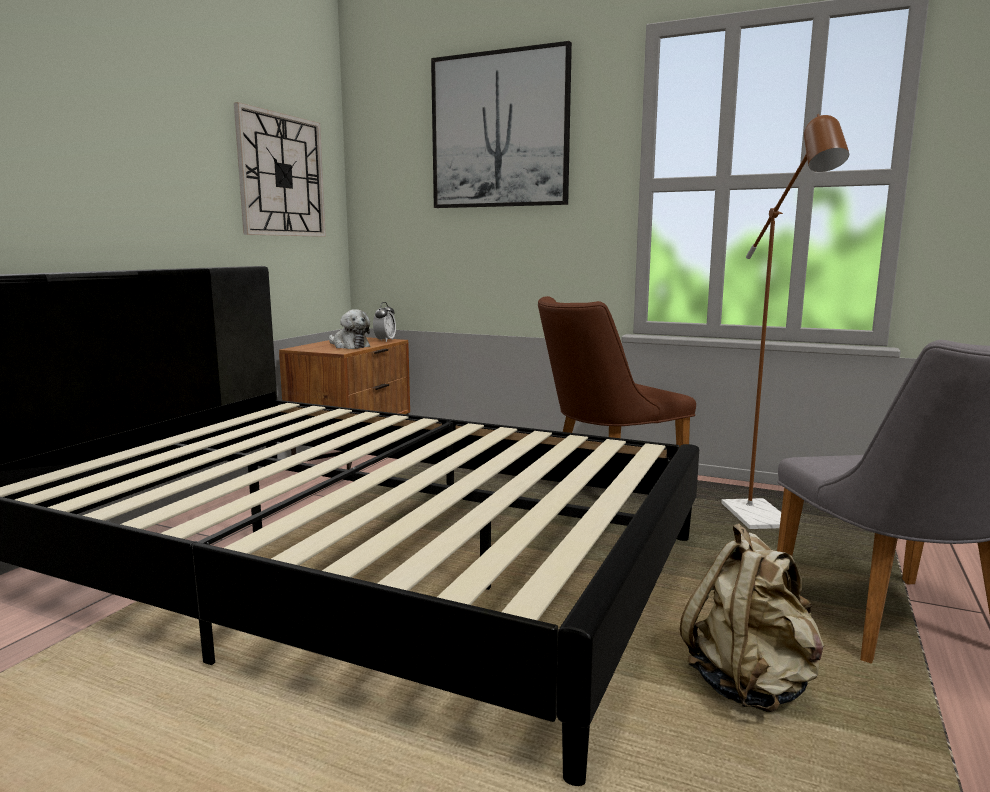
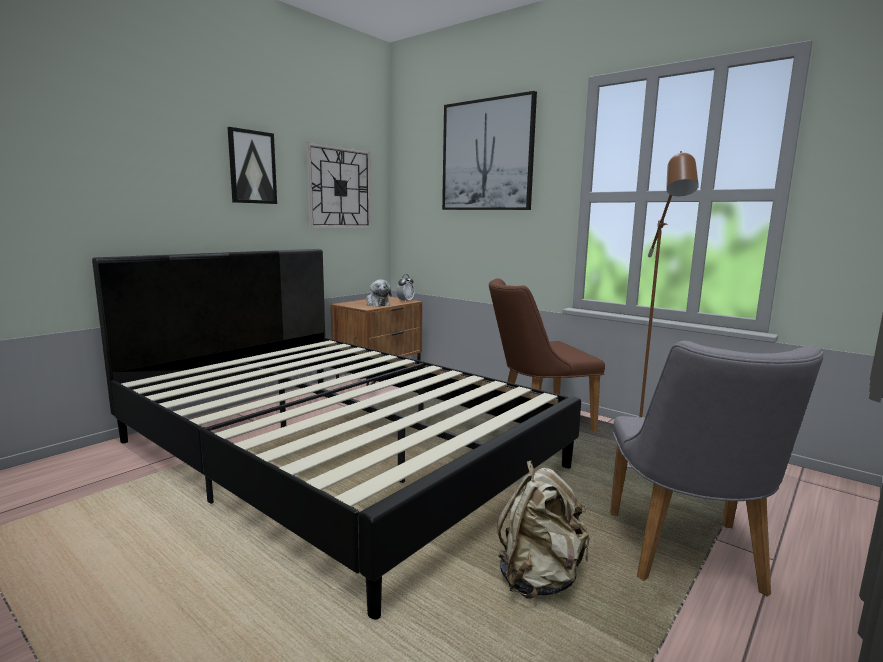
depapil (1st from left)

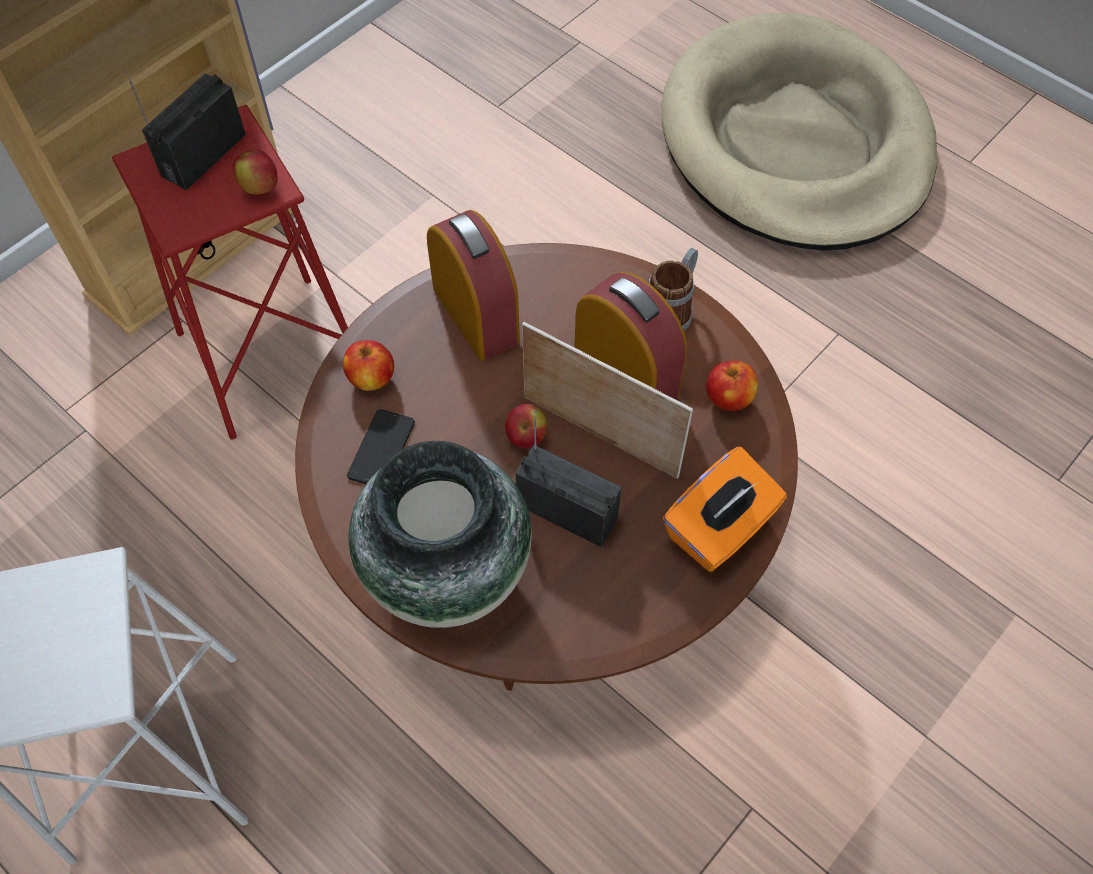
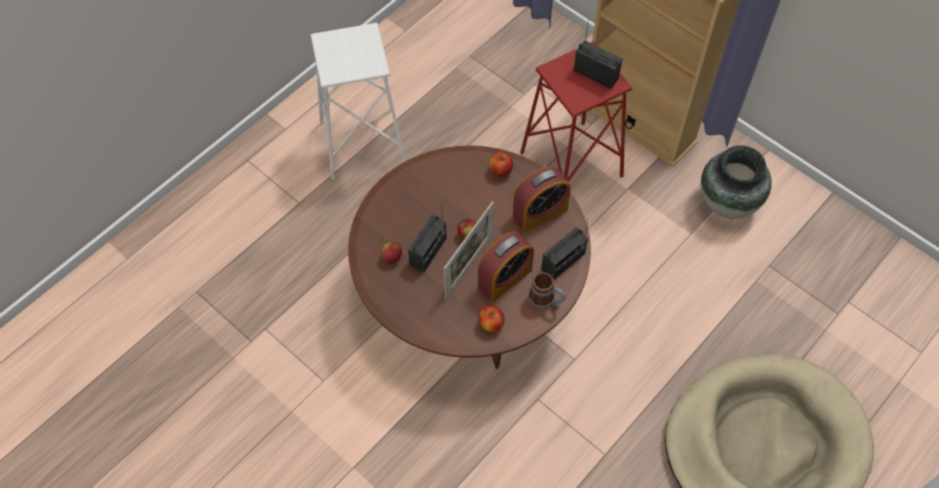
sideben (1st from left)
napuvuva
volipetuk
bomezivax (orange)
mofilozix (2nd from left)

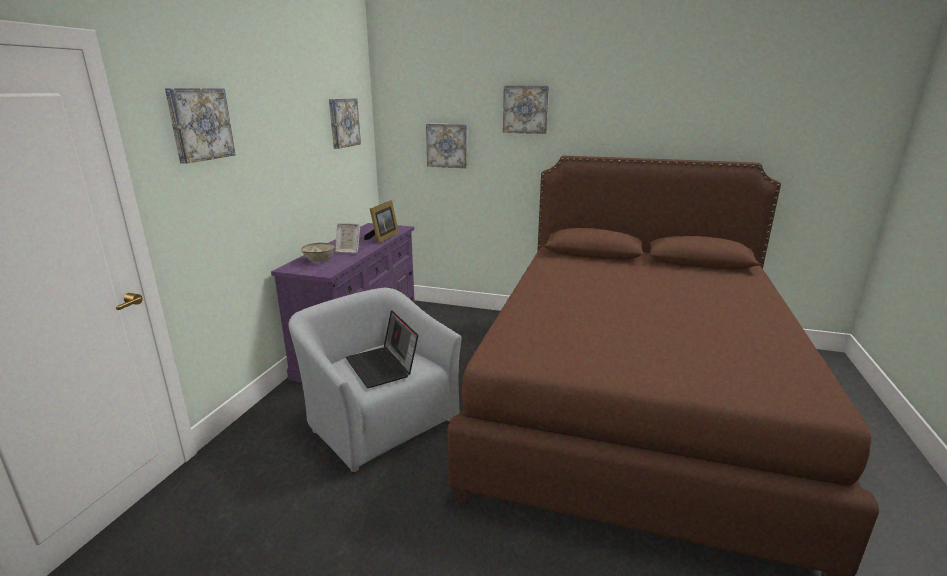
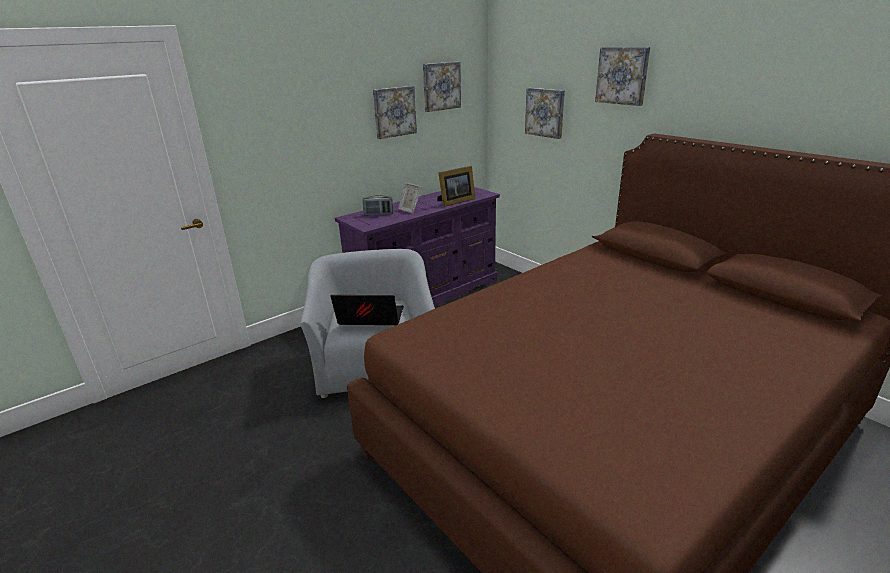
depapil (1st from left)
mofilozix
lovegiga

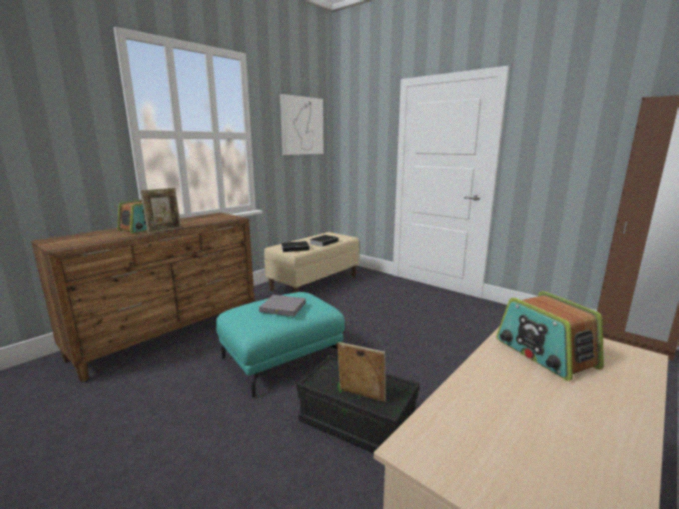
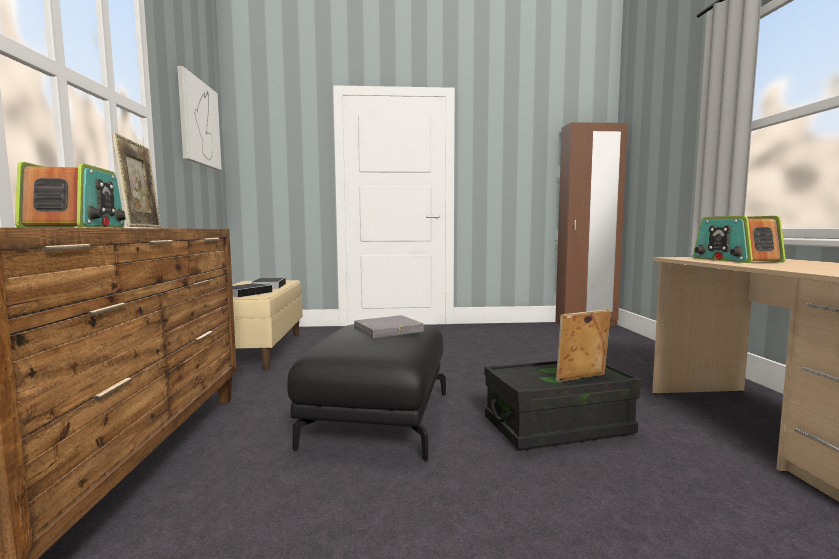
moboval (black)
mofilozix (2nd from left)

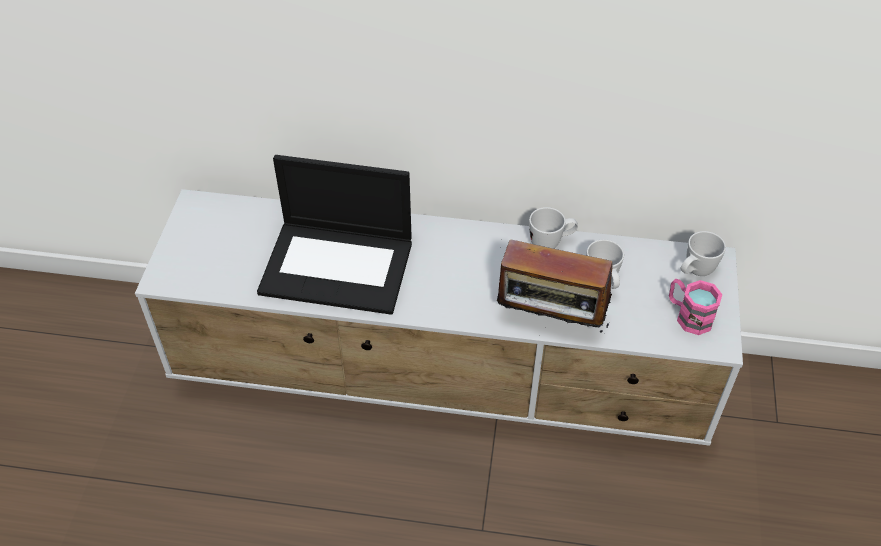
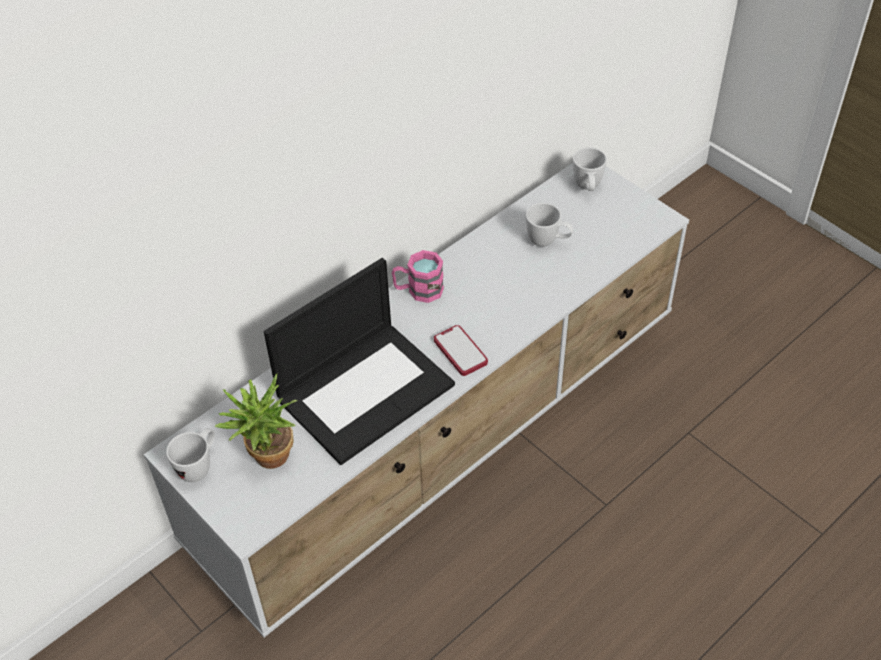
mofilozix
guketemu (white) (1st from left)
guketemu (pink)
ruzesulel
napuvuva

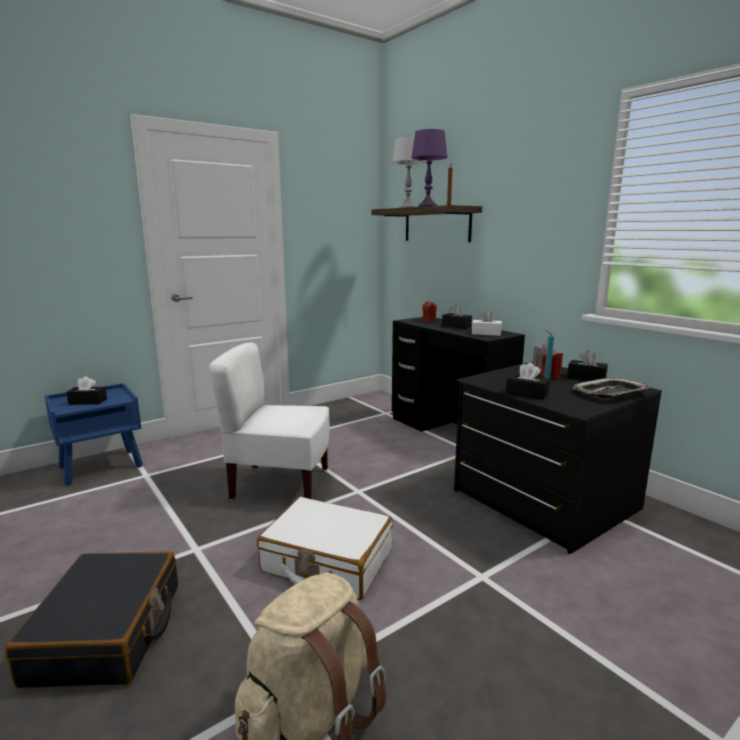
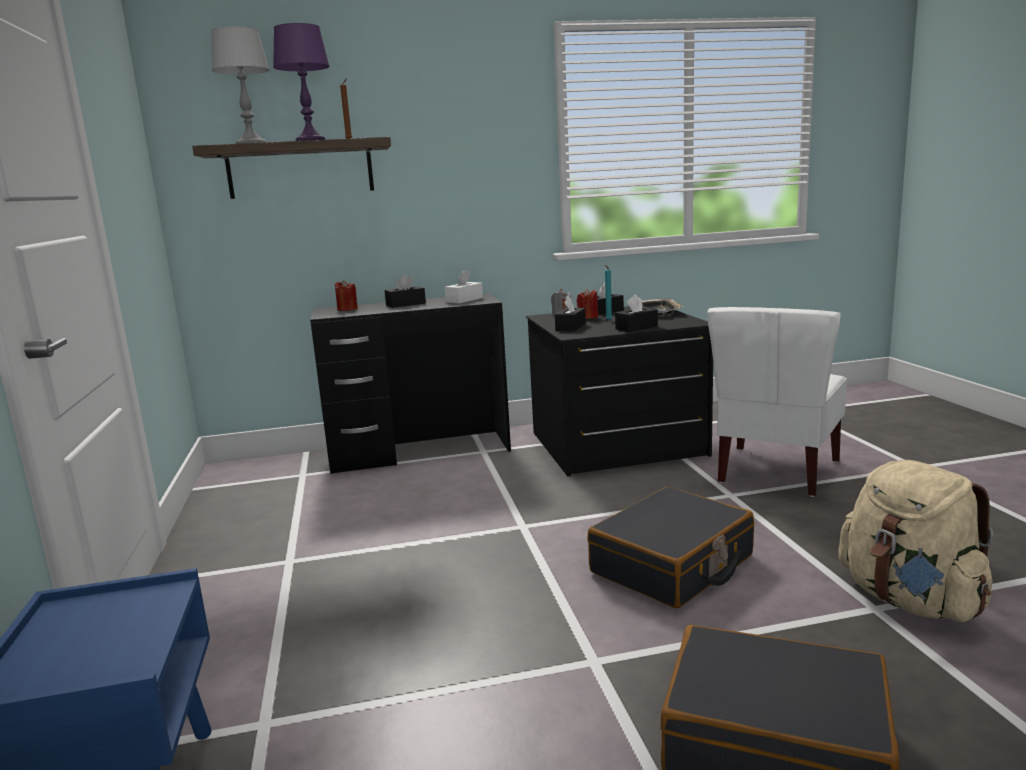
bomezivax (black) (2nd from left)
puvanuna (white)
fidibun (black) (1st from left)

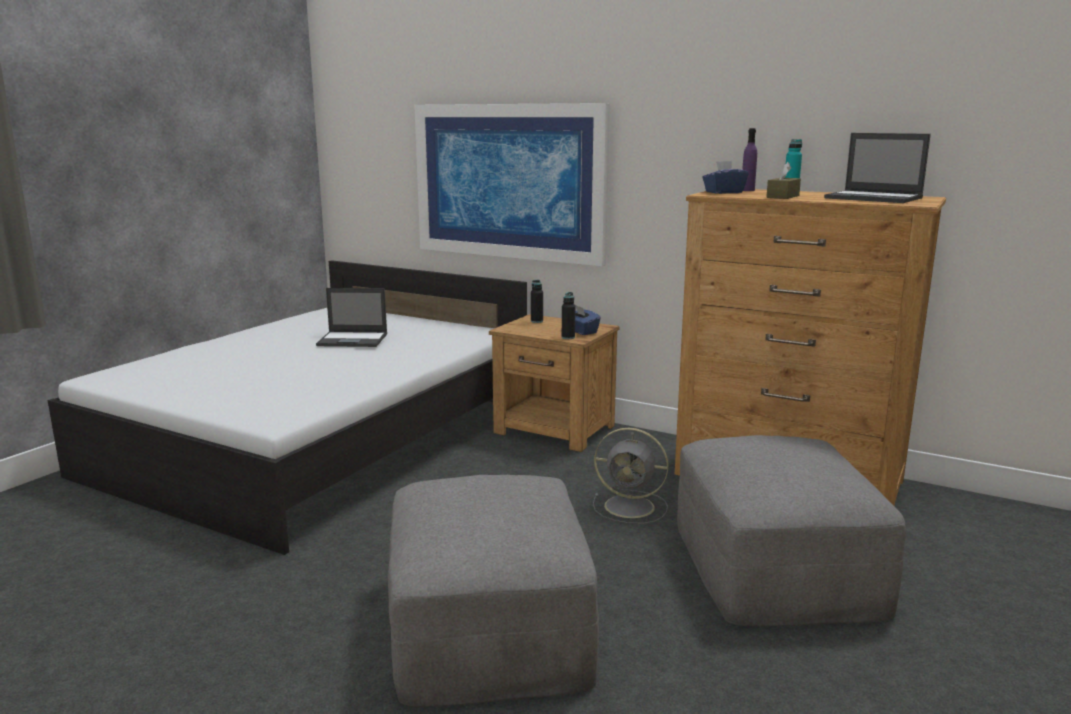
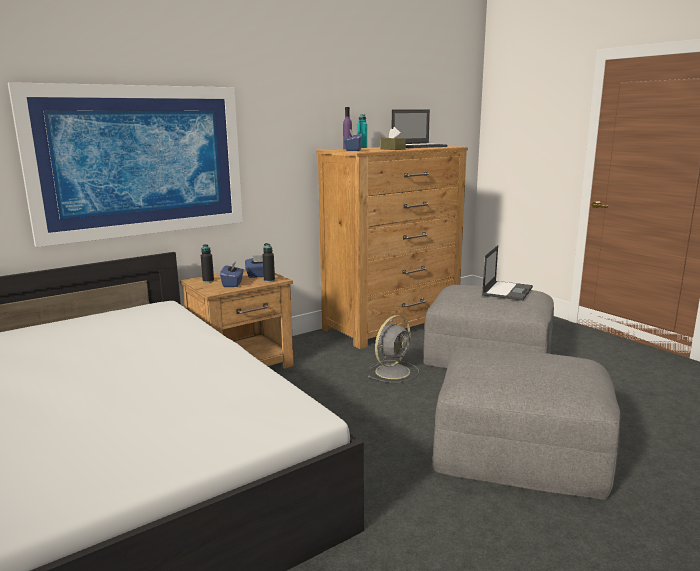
lovegiga (2nd from left)
bomezivax (blue) (1st from left)

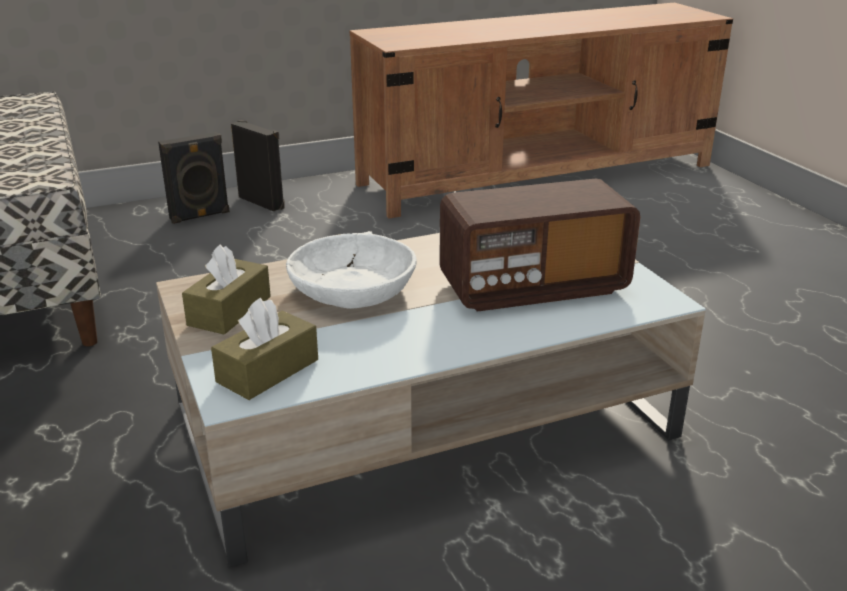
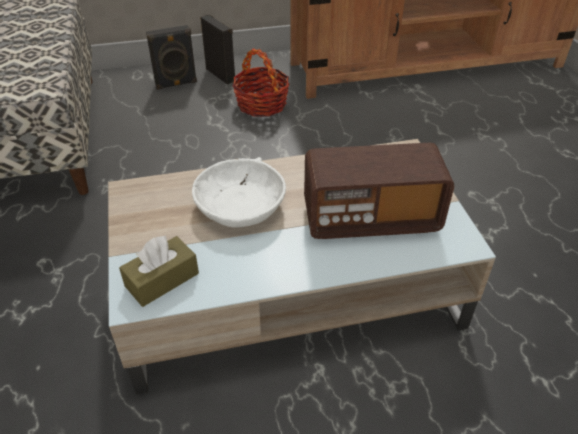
bomezivax (brown) (1st from left in the first image)
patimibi

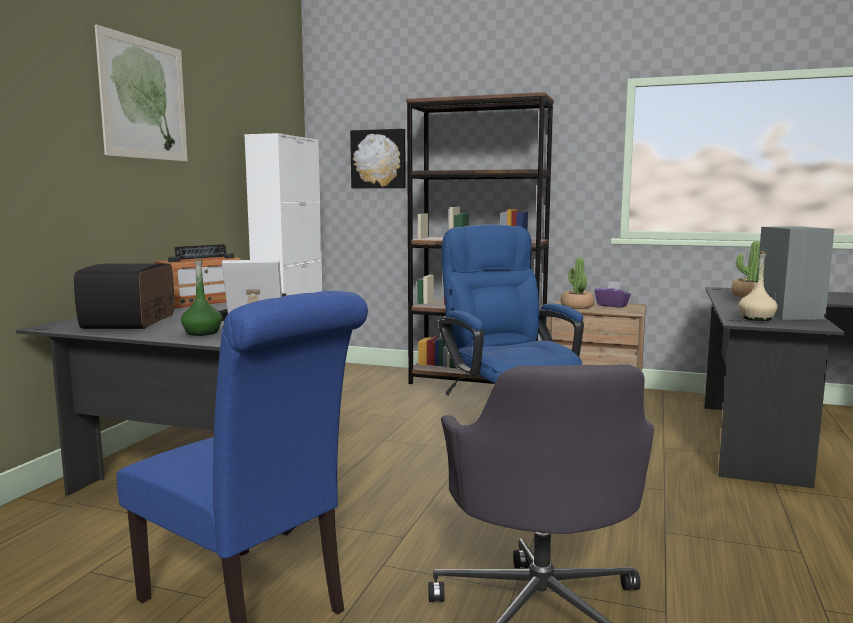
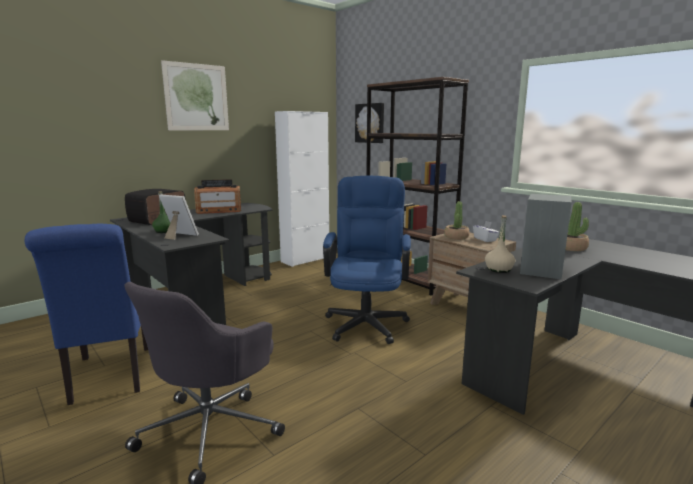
bomezivax (white)

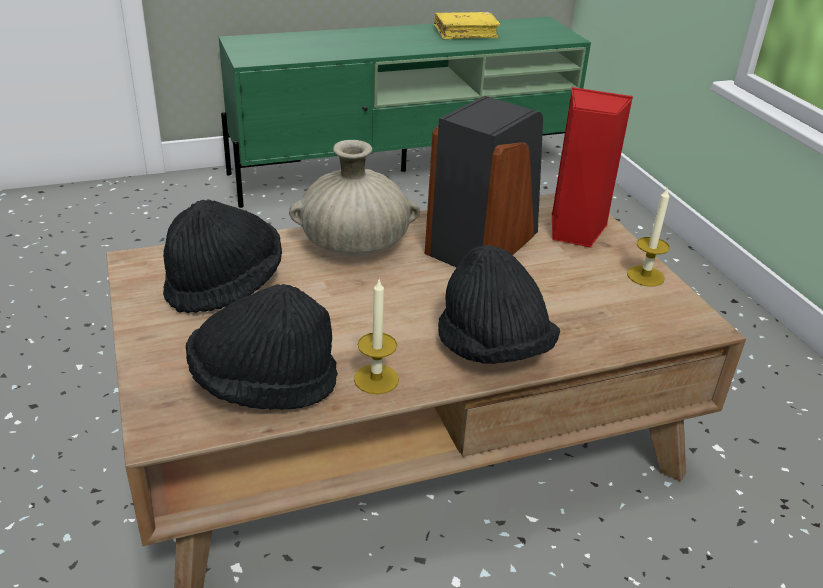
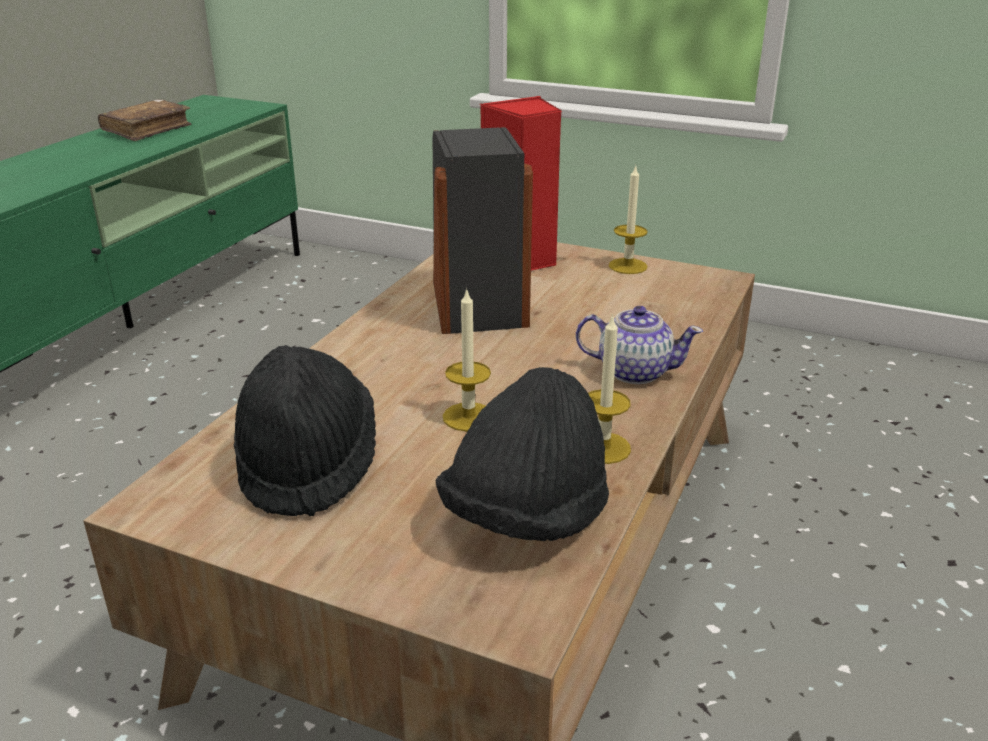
volipetuk (beige)
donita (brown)
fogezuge
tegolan (1st from left)

